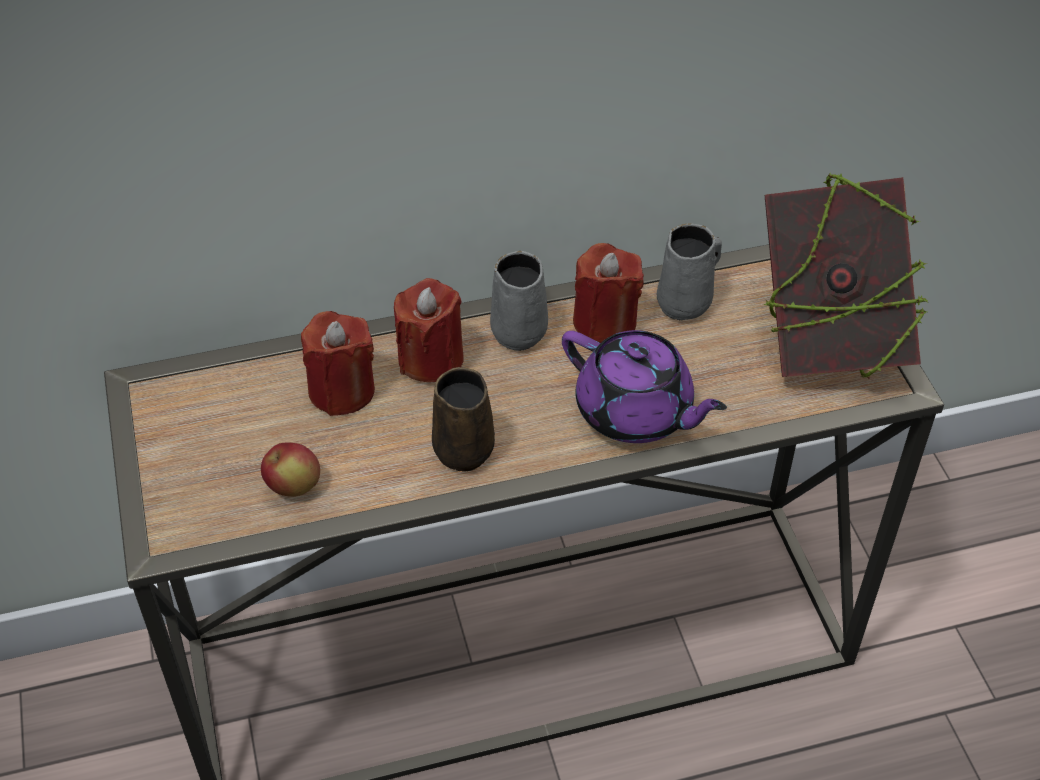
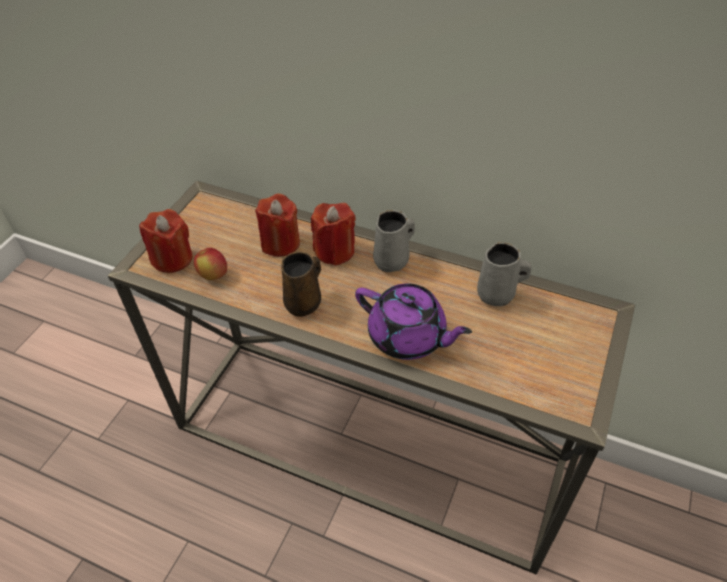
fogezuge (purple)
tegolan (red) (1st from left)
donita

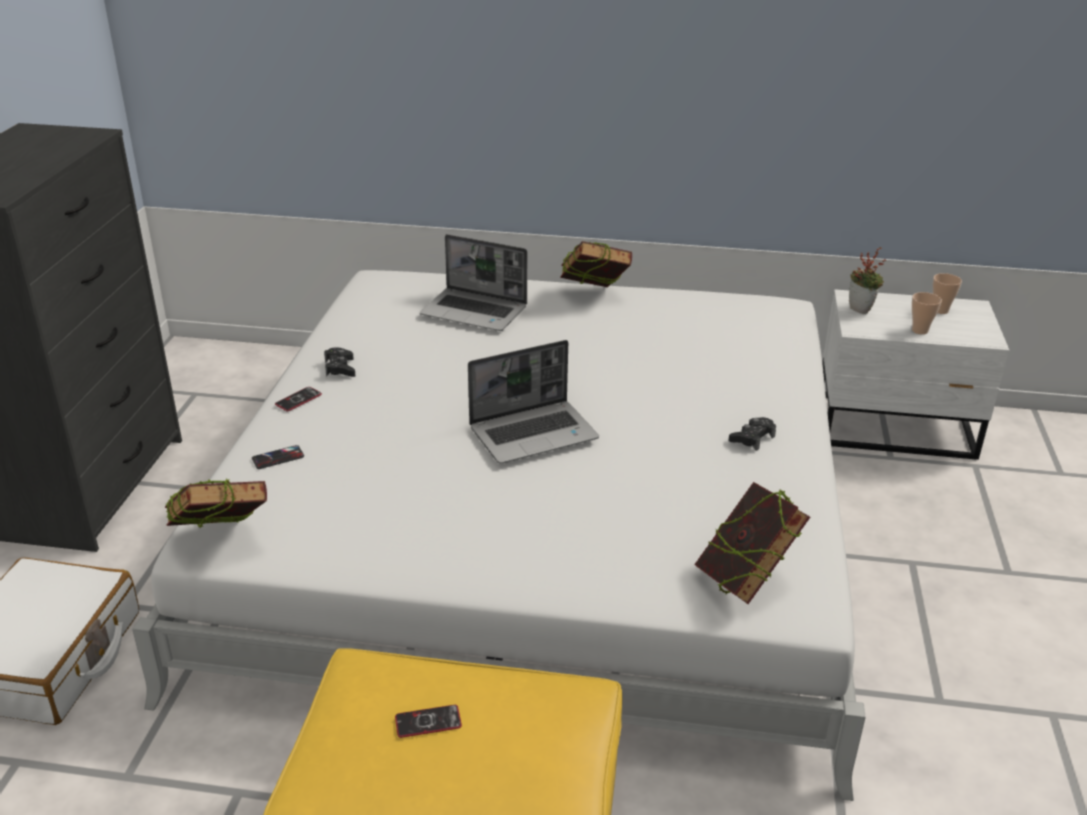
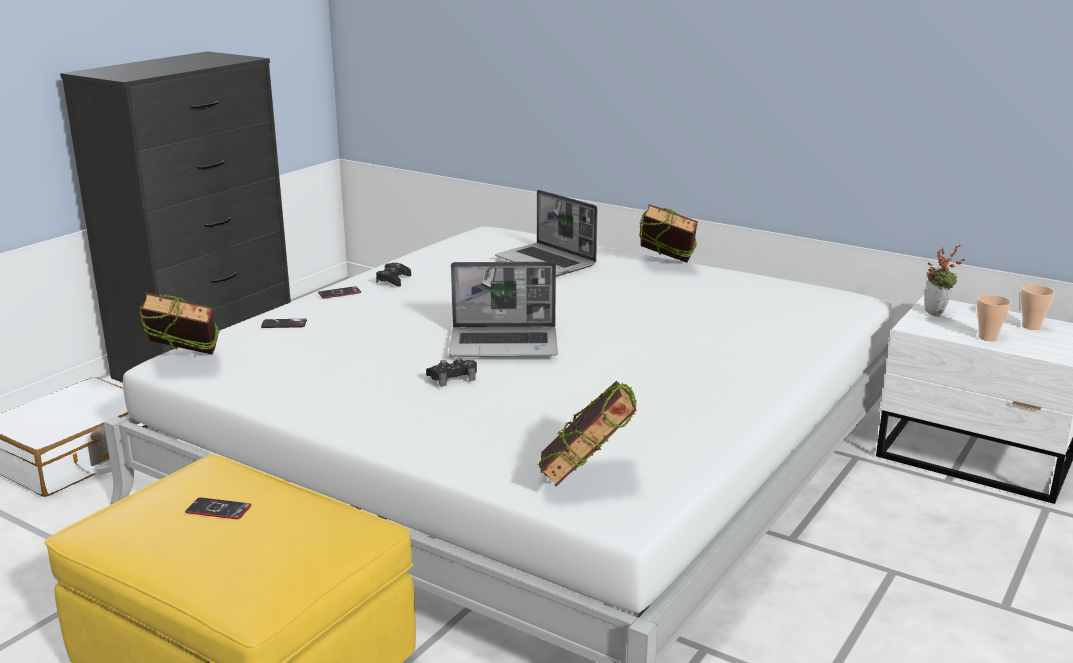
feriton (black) (2nd from left)

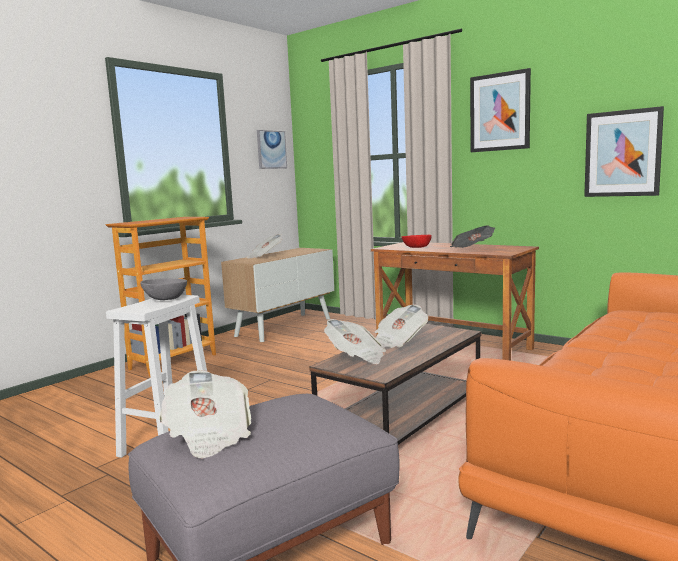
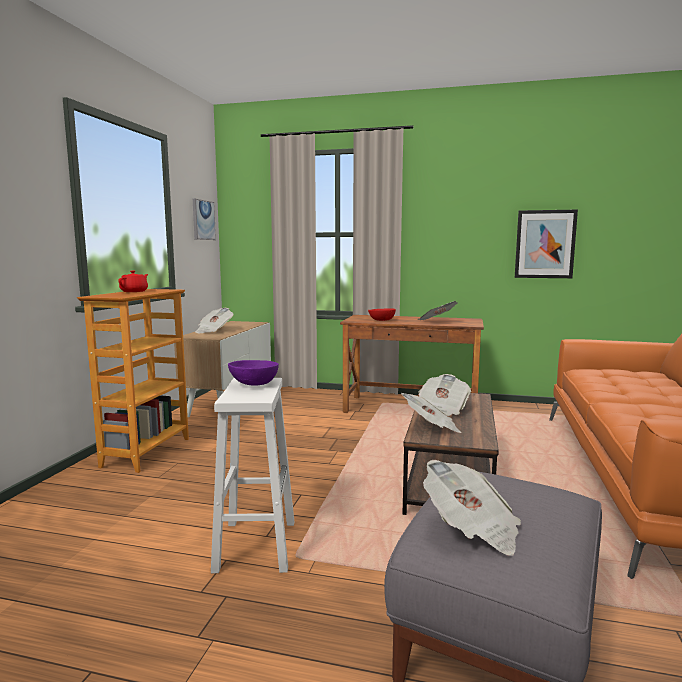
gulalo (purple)
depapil (2nd from left in the first image)
fogezuge (red)

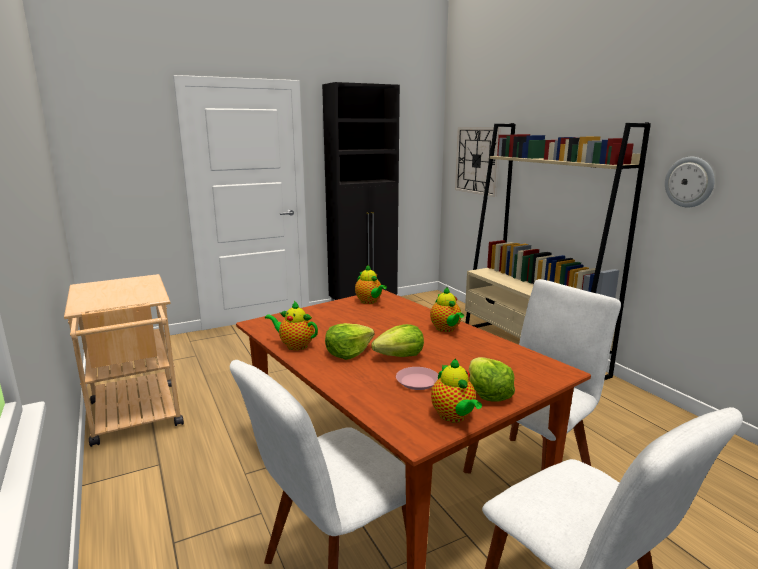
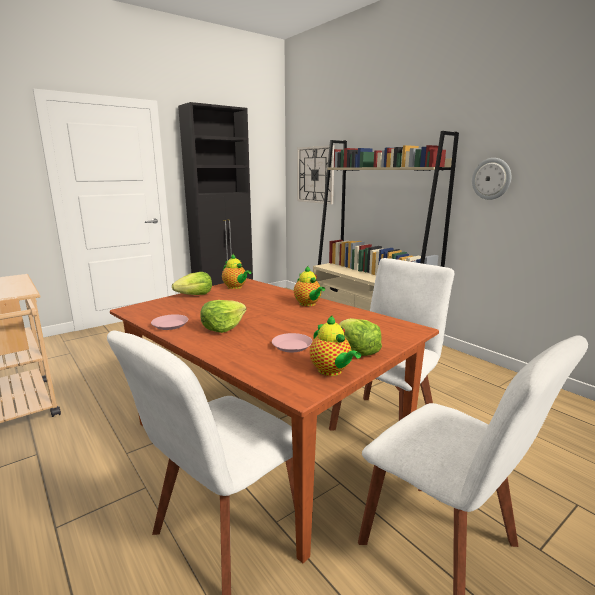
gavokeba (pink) (1st from left)
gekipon (1st from left)

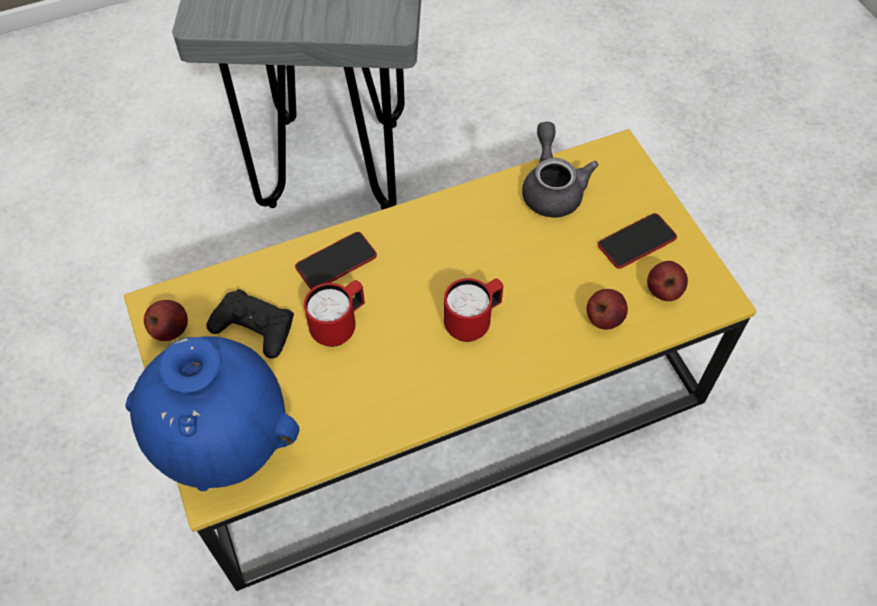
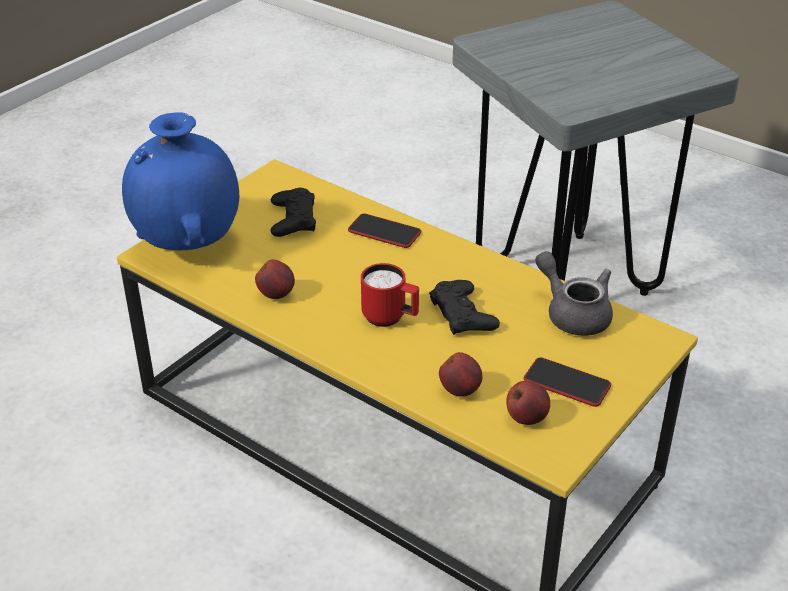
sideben (1st from left)
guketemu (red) (1st from left in the first image)
fogezuge (grey)
feriton (black) (2nd from left)

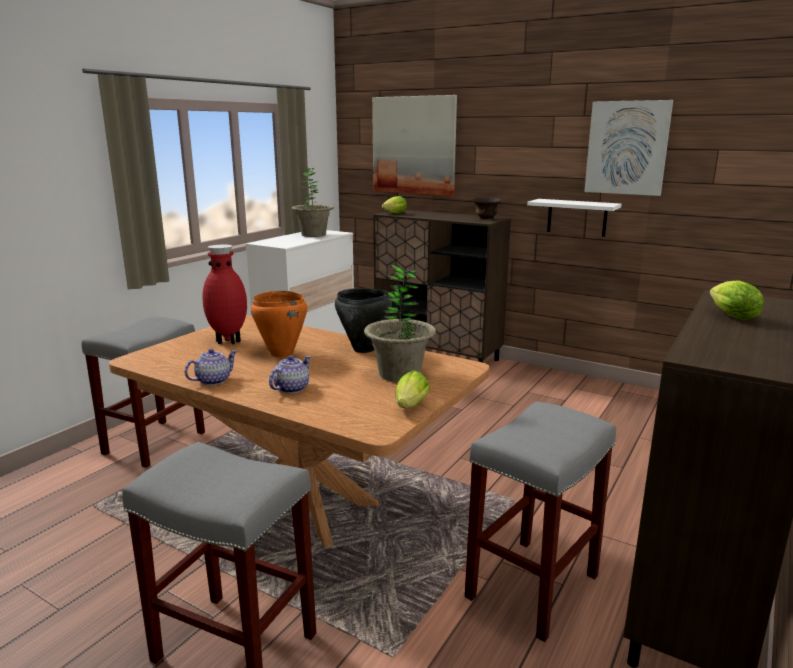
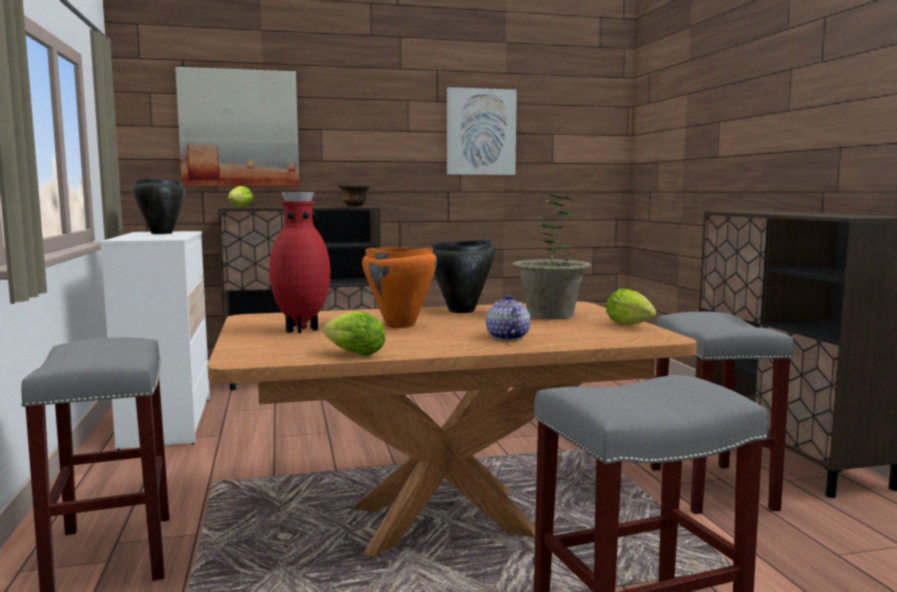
fogezuge (1st from left in the first image)
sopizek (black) (1st from left)
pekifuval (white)
gekipon (2nd from left)

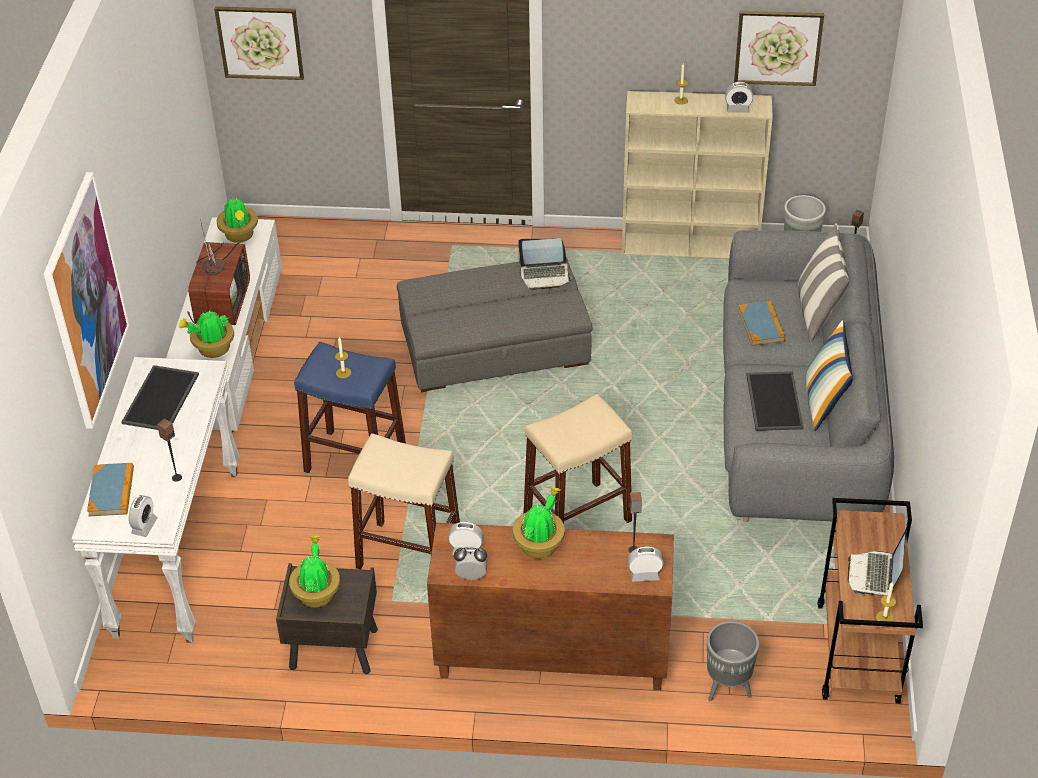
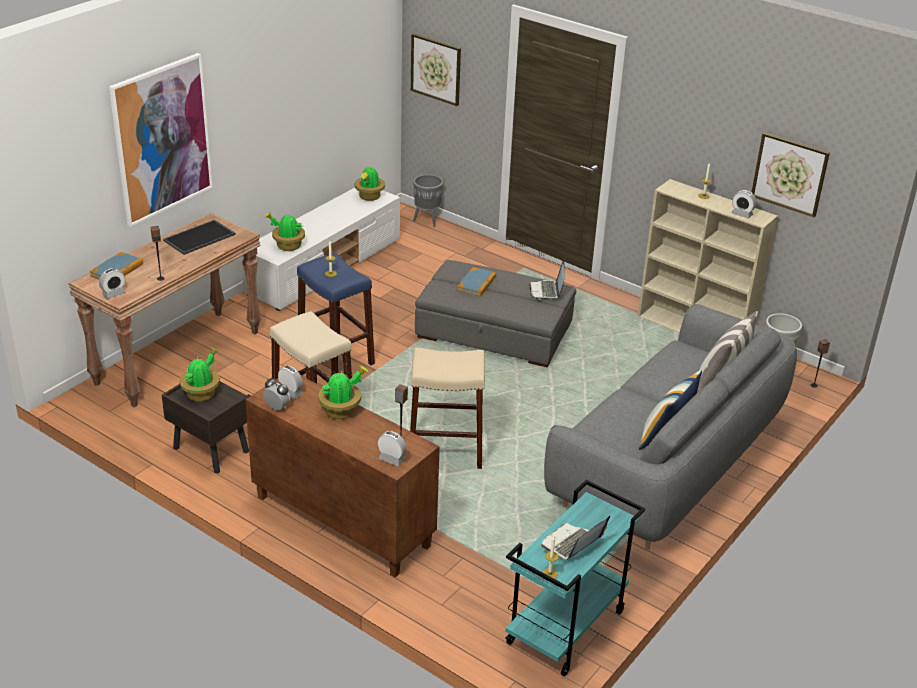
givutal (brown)
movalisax
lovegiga (1st from left)
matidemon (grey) (1st from left)
donita (2nd from left)
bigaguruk (2nd from left in the first image)
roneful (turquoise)

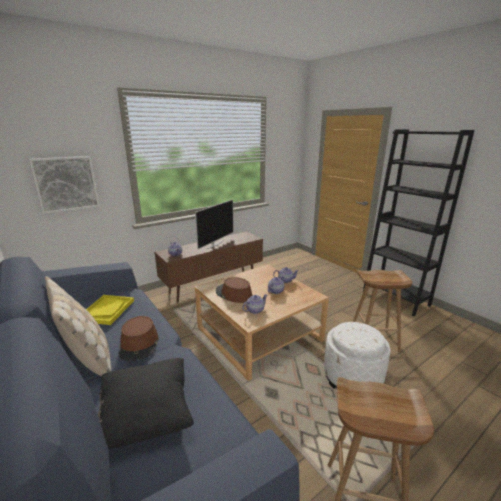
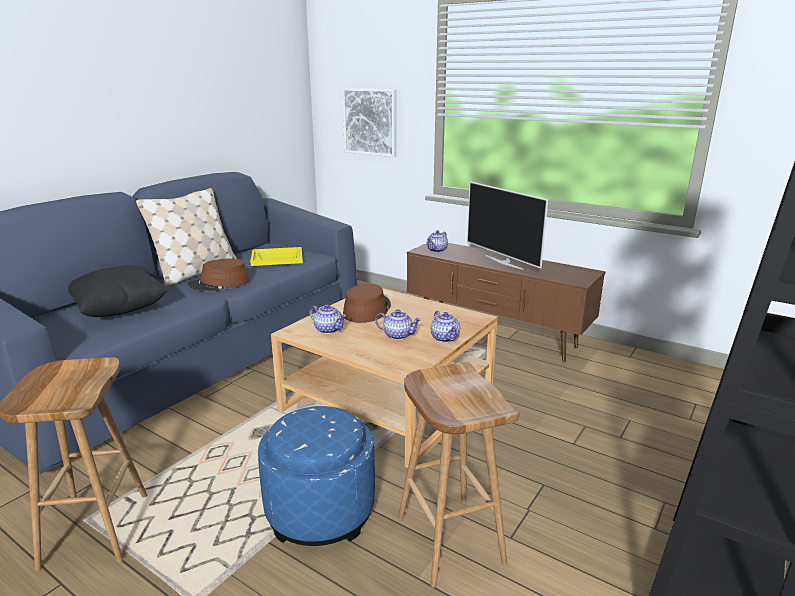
movalisax
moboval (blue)

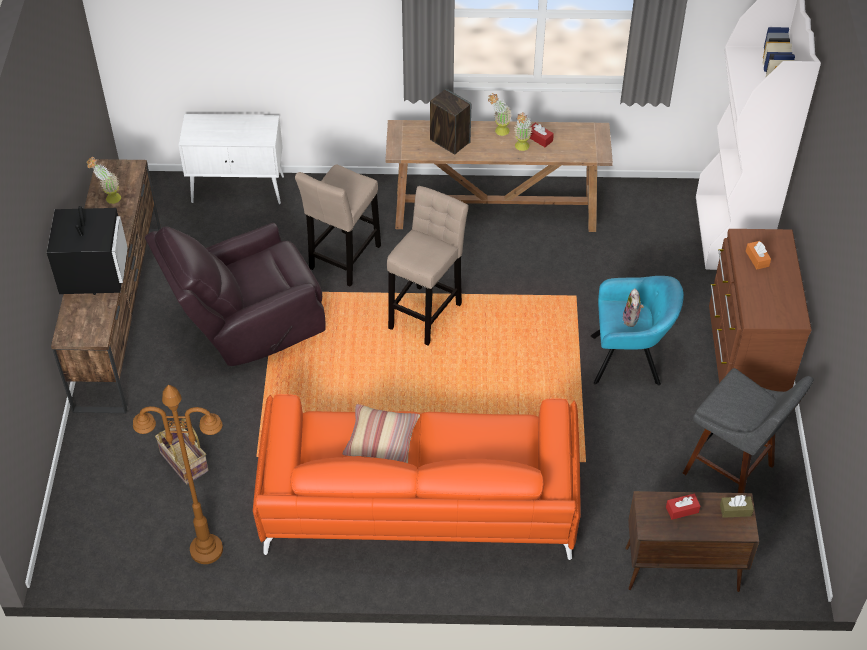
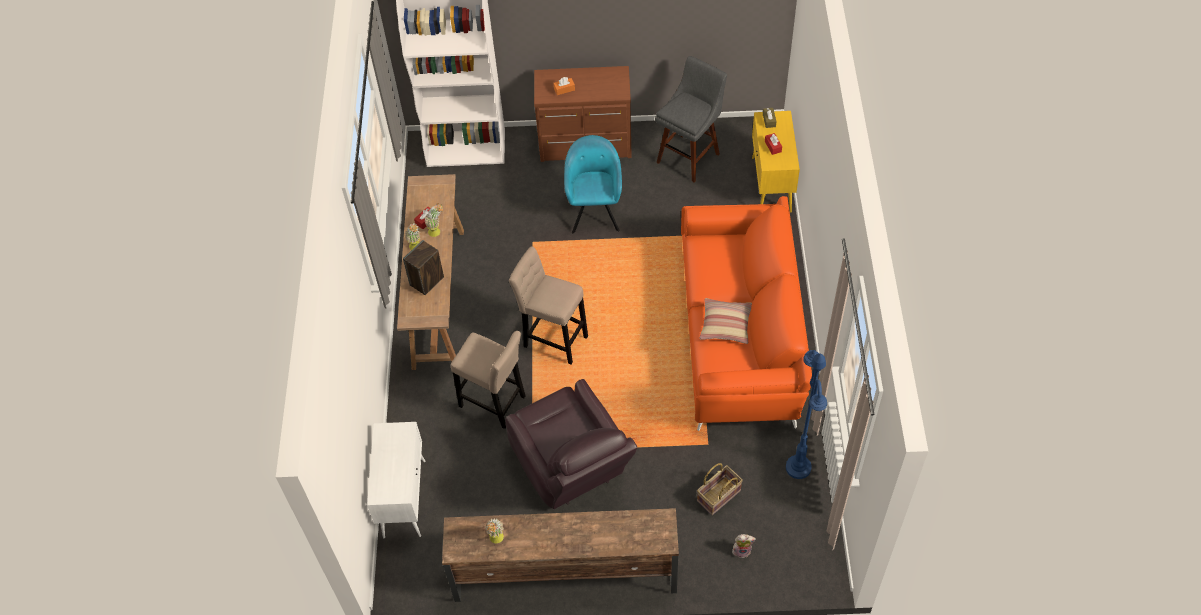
movalisax
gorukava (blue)
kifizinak
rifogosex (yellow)

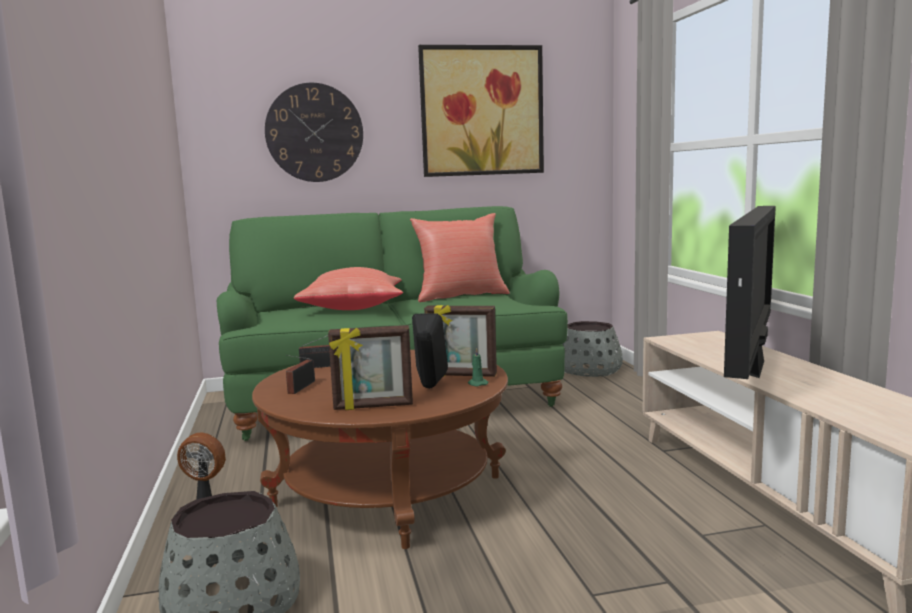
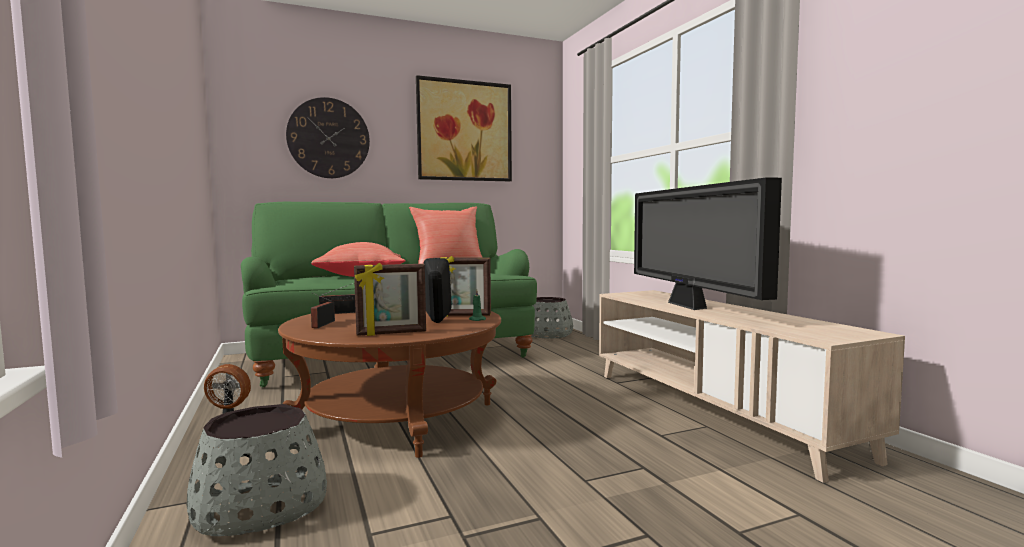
movalisax

